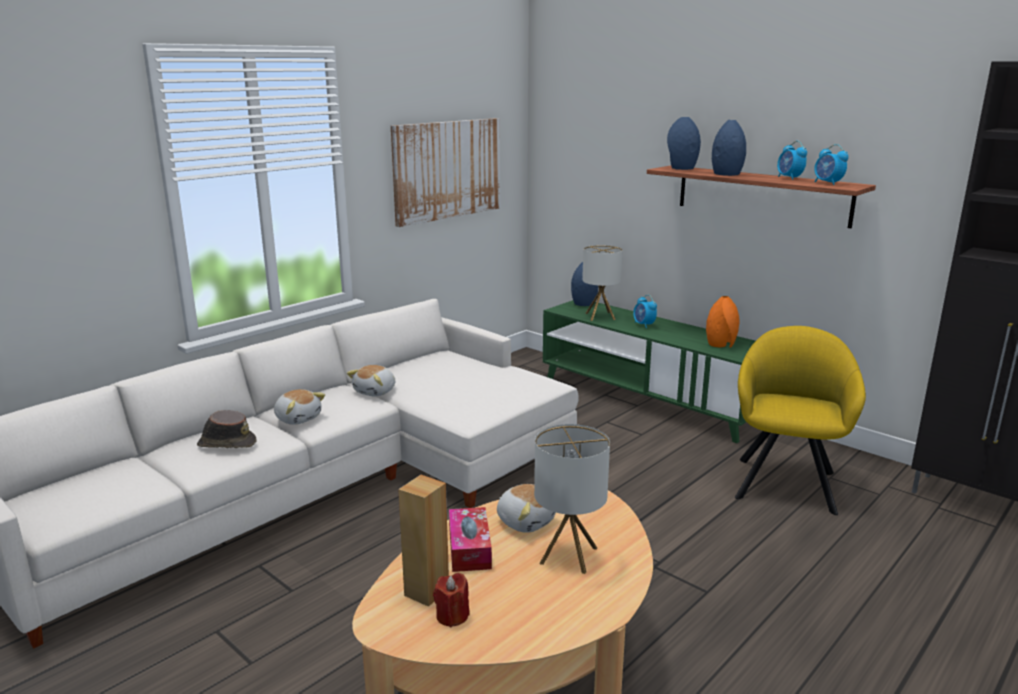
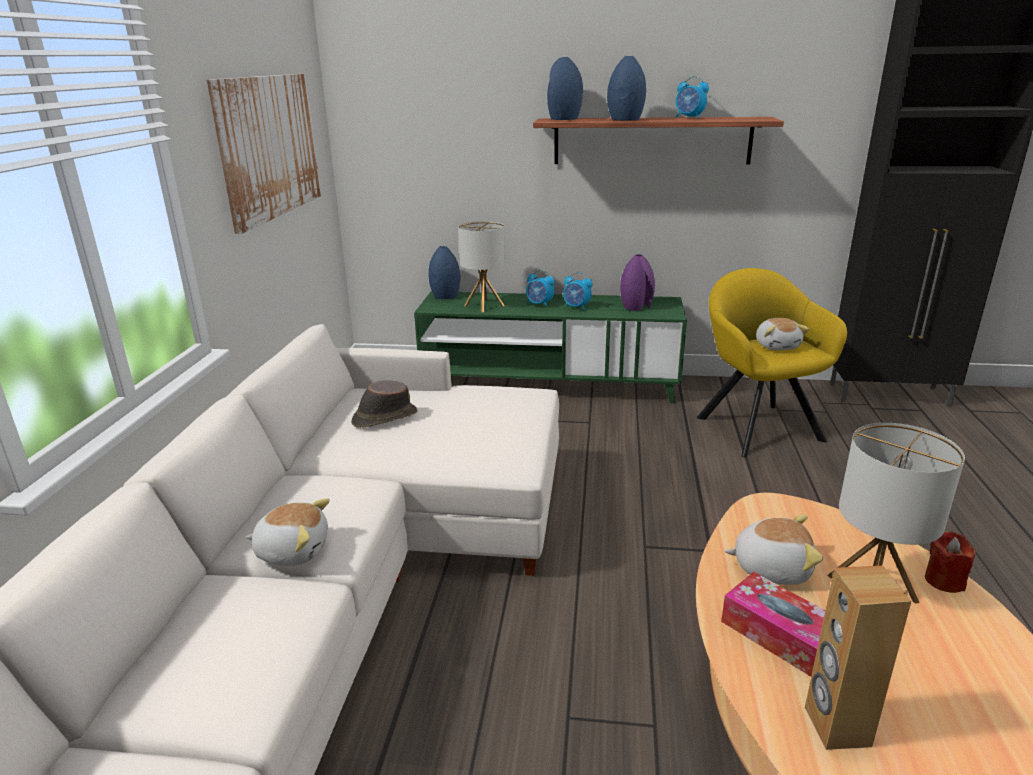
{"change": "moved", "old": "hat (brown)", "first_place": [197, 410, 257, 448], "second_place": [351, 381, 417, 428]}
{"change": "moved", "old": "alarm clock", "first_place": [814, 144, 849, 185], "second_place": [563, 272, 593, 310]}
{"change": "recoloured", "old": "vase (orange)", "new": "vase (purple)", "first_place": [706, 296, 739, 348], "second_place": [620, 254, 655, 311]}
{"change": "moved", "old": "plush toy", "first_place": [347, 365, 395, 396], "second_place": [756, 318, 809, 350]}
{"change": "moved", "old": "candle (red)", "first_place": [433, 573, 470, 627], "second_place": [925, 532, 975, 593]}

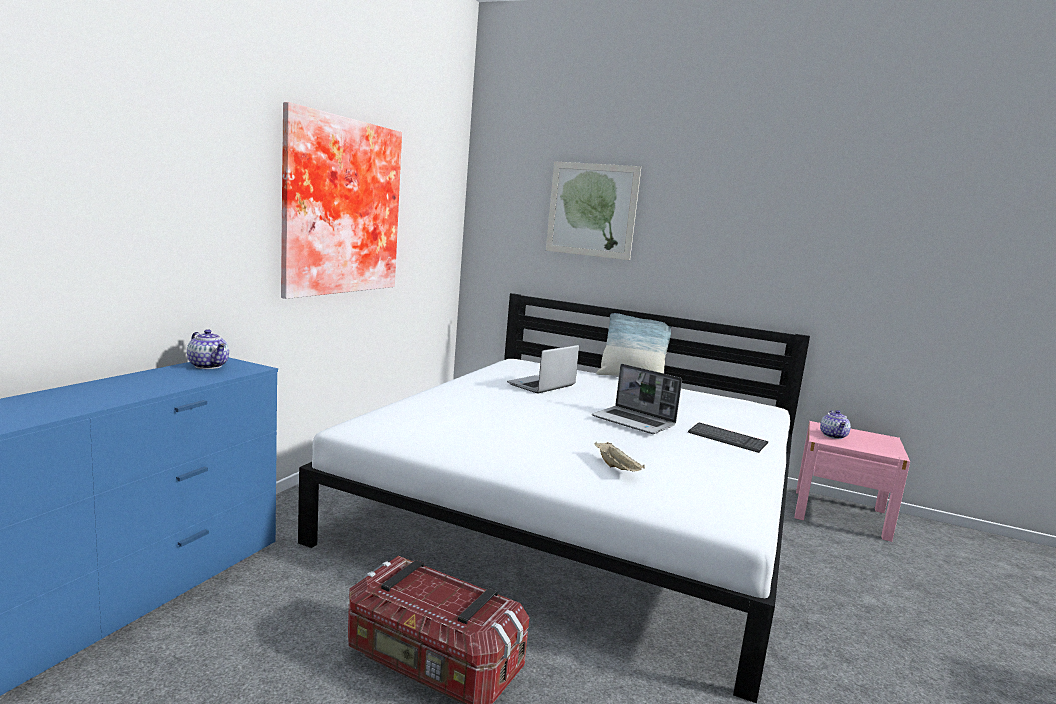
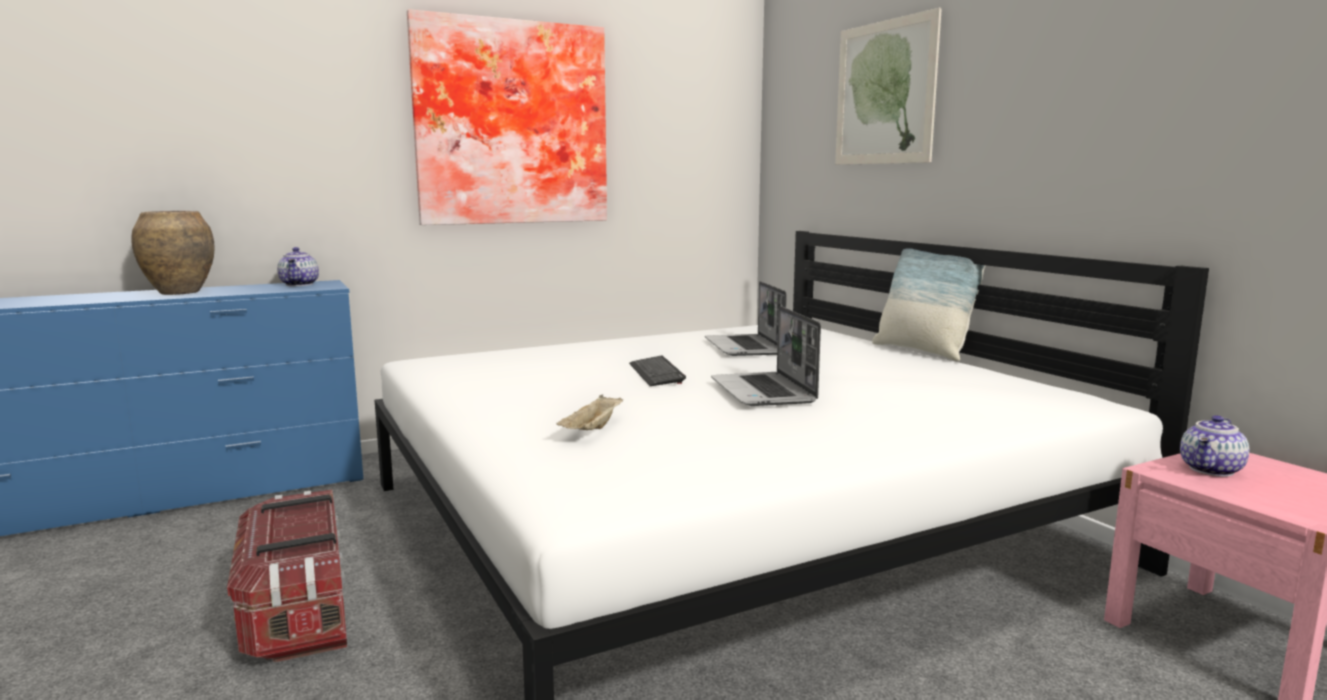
{"change": "added", "new": "vase (brown)", "second_place": [131, 211, 214, 295]}
{"change": "moved", "old": "keyboard", "first_place": [688, 423, 768, 453], "second_place": [629, 356, 686, 386]}
{"change": "turned", "old": "laptop", "first_place": [507, 345, 579, 393], "second_place": [705, 281, 787, 356], "degrees": -90}

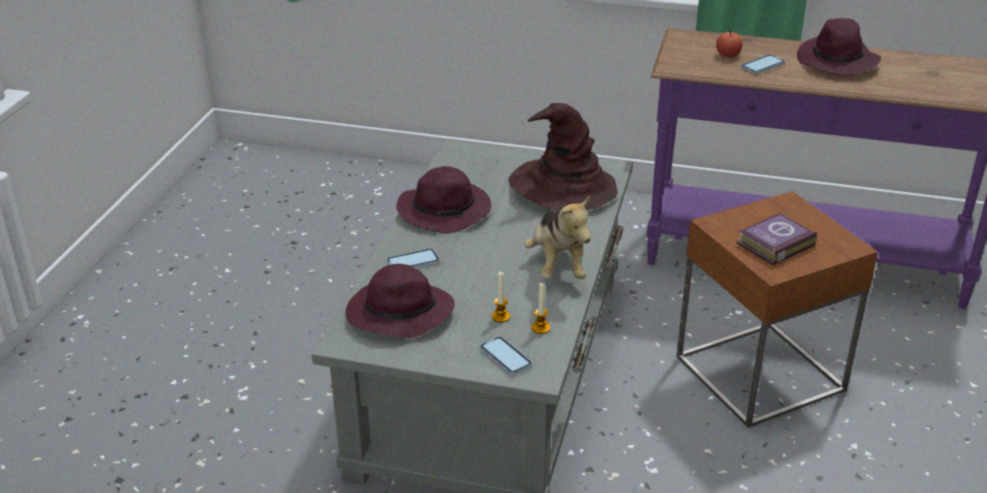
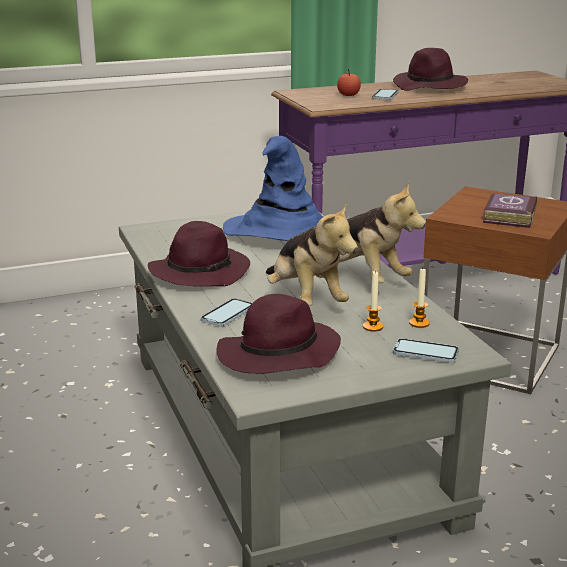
{"change": "recoloured", "old": "hat (brown)", "new": "hat (blue)", "first_place": [509, 103, 618, 210], "second_place": [223, 136, 323, 241]}
{"change": "added", "new": "plush toy", "second_place": [266, 203, 358, 306]}

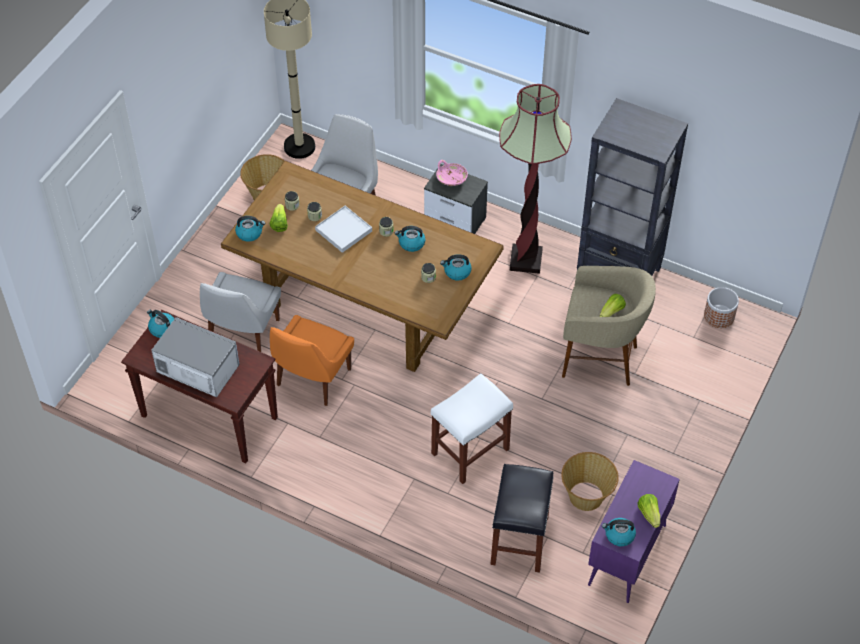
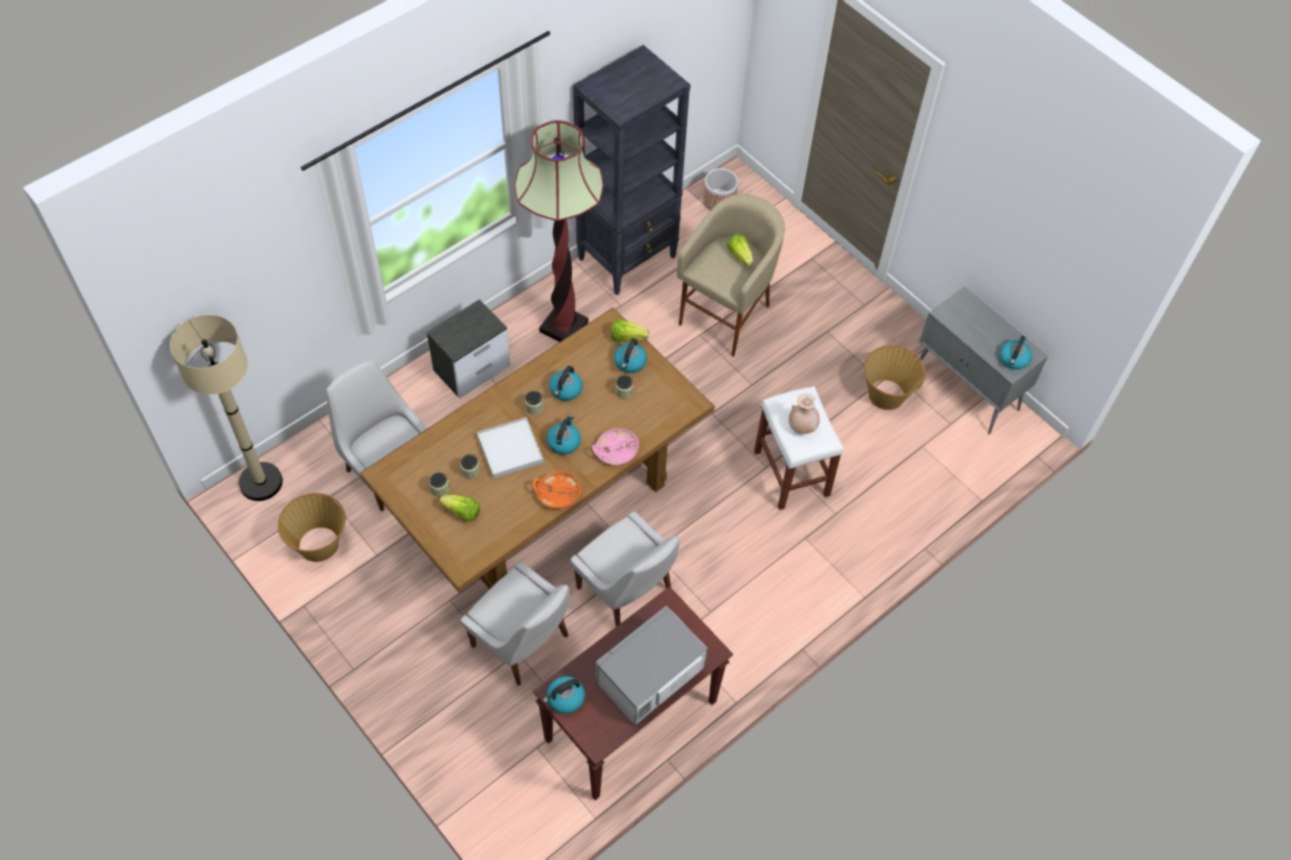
{"change": "added", "new": "bowl (orange)", "second_place": [532, 471, 581, 509]}
{"change": "moved", "old": "kettle", "first_place": [235, 216, 265, 242], "second_place": [547, 415, 581, 455]}
{"change": "recoloured", "old": "chair (orange)", "new": "chair (white)", "first_place": [270, 315, 354, 406], "second_place": [570, 511, 679, 627]}
{"change": "moved", "old": "bowl (pink)", "first_place": [436, 160, 468, 186], "second_place": [592, 428, 639, 465]}
{"change": "moved", "old": "lettuce", "first_place": [637, 494, 660, 528], "second_place": [611, 319, 649, 342]}
{"change": "added", "new": "vase (beige)", "second_place": [789, 393, 820, 434]}
{"change": "recoloured", "old": "cabinet (purple)", "new": "cabinet (grey)", "first_place": [588, 460, 680, 603], "second_place": [918, 286, 1048, 435]}
{"change": "removed", "old": "stool (black)", "first_place": [490, 464, 554, 573]}

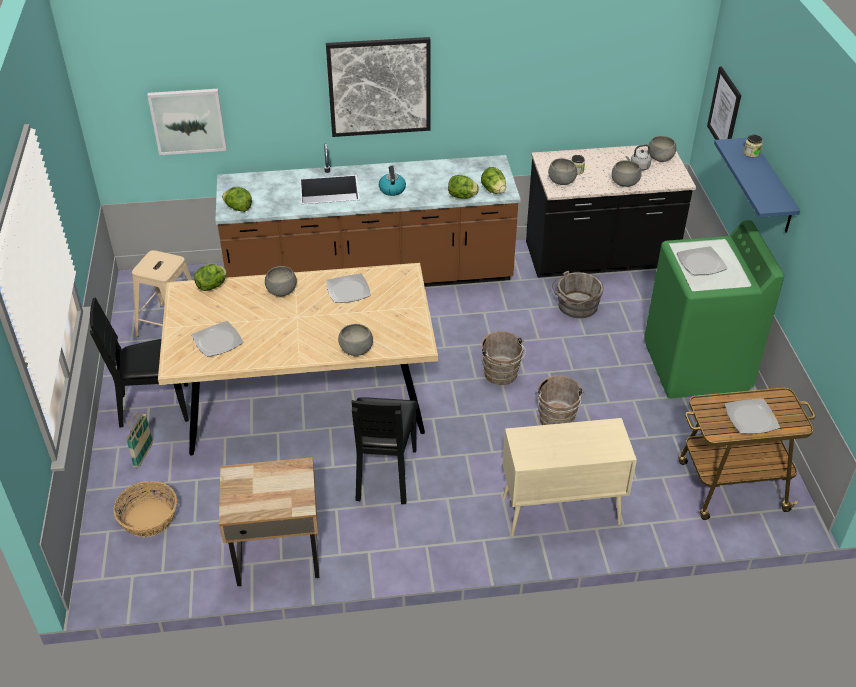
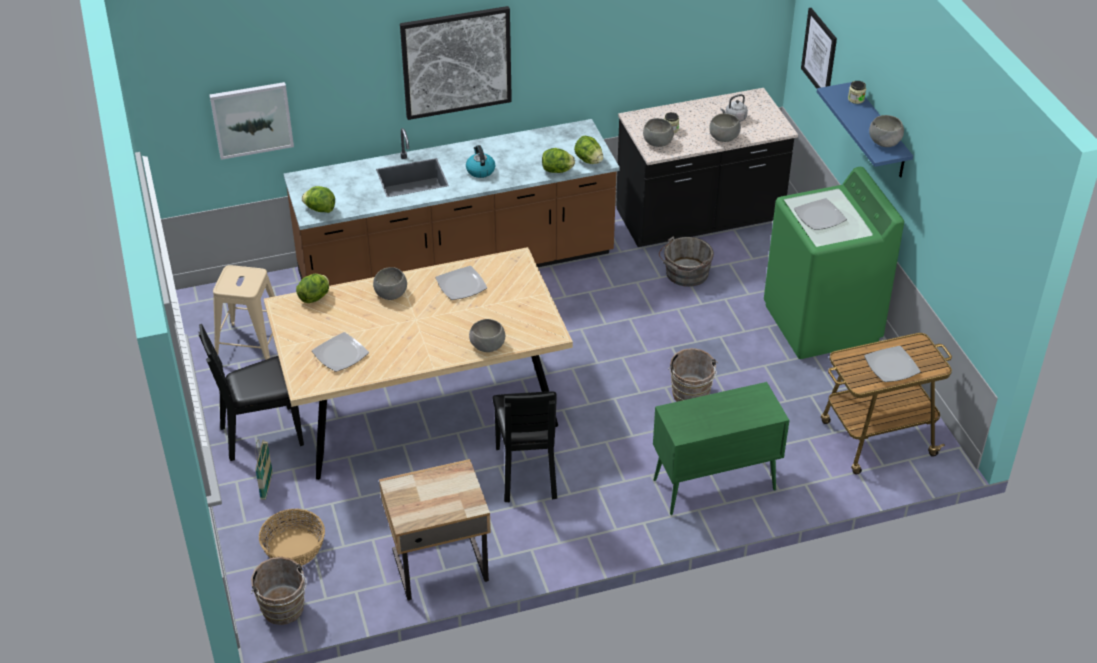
{"change": "moved", "old": "bucket (brown)", "first_place": [481, 331, 526, 385], "second_place": [251, 557, 307, 625]}
{"change": "recoloured", "old": "cabinet (beige)", "new": "cabinet (green)", "first_place": [503, 418, 637, 536], "second_place": [653, 382, 790, 515]}
{"change": "moved", "old": "bowl (grey)", "first_place": [649, 136, 676, 162], "second_place": [869, 115, 904, 147]}

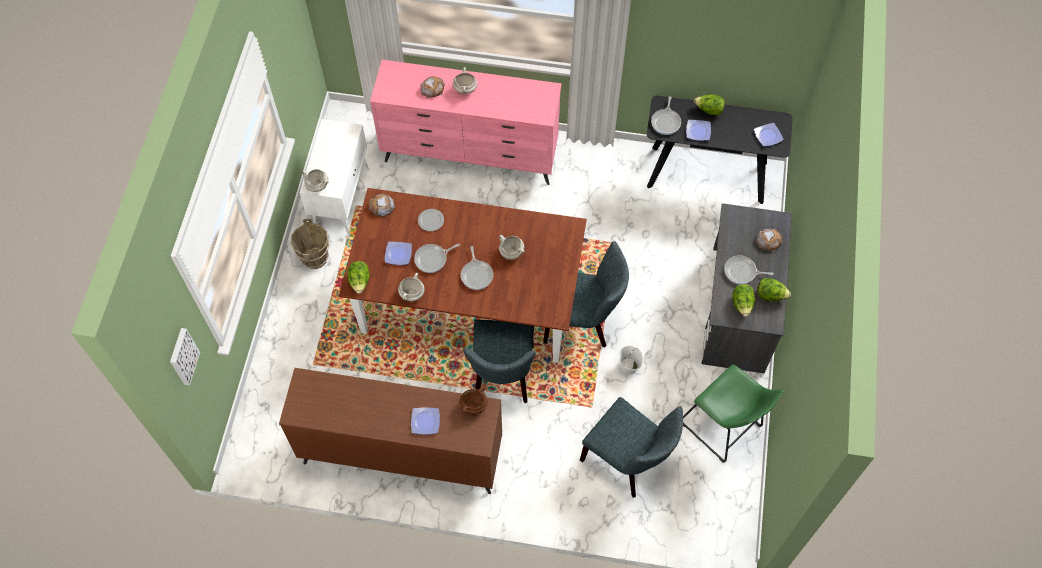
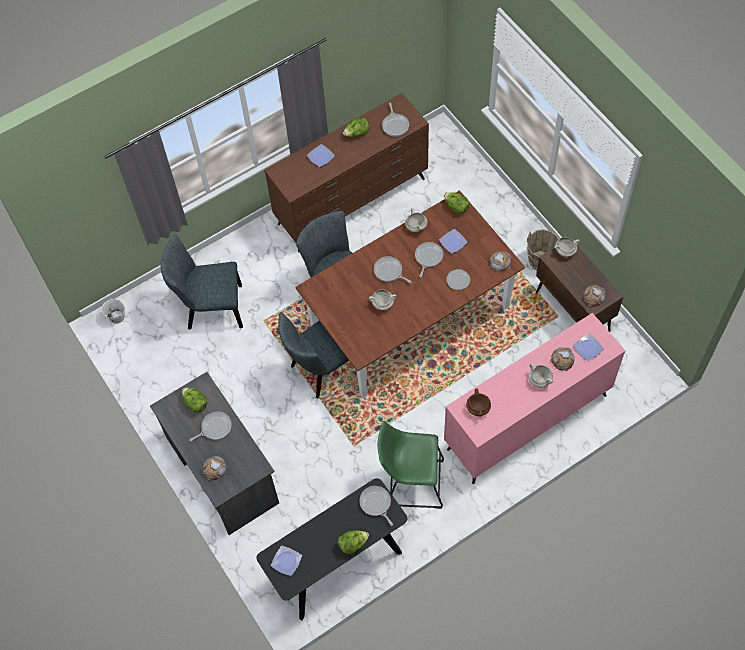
{"change": "moved", "old": "bucket (white)", "first_place": [618, 346, 643, 374], "second_place": [101, 298, 125, 324]}
{"change": "moved", "old": "lettuce", "first_place": [757, 278, 791, 301], "second_place": [343, 117, 370, 137]}
{"change": "moved", "old": "stool (green)", "first_place": [683, 365, 783, 463], "second_place": [378, 421, 444, 509]}
{"change": "added", "new": "frying pan", "second_place": [382, 102, 409, 137]}
{"change": "moved", "old": "cooking pot (brown)", "first_place": [459, 386, 488, 415], "second_place": [466, 389, 491, 417]}
{"change": "recoloured", "old": "cabinet (white)", "new": "cabinet (brown)", "first_place": [300, 119, 369, 237], "second_place": [536, 246, 623, 332]}
{"change": "moved", "old": "plate", "first_place": [686, 120, 711, 141], "second_place": [573, 334, 604, 361]}
{"change": "added", "new": "bread", "second_place": [583, 285, 606, 307]}
{"change": "removed", "old": "picture", "first_place": [170, 328, 200, 385]}

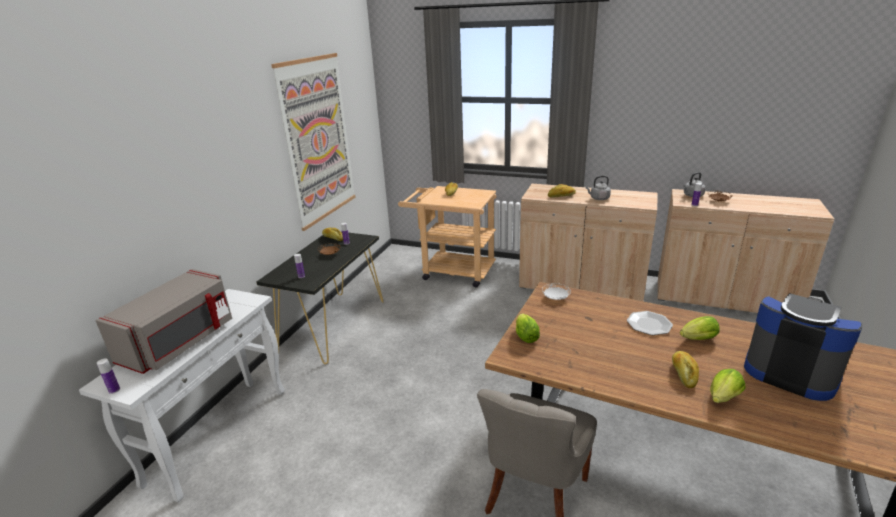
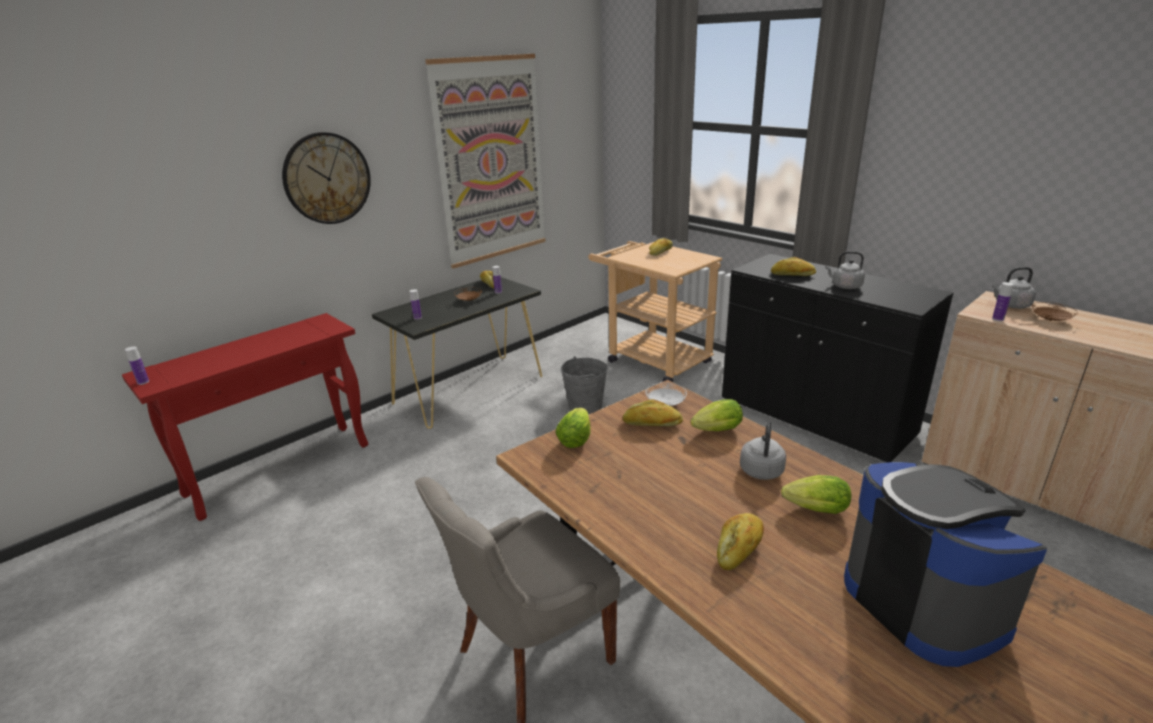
{"change": "recoloured", "old": "console table (white)", "new": "console table (red)", "first_place": [79, 289, 285, 502], "second_place": [122, 313, 368, 521]}
{"change": "added", "new": "wall clock", "second_place": [282, 132, 371, 224]}
{"change": "added", "new": "bucket (grey)", "second_place": [561, 356, 608, 414]}
{"change": "added", "new": "bread", "second_place": [623, 399, 683, 426]}
{"change": "moved", "old": "lettuce", "first_place": [710, 369, 745, 403], "second_place": [691, 399, 743, 431]}
{"change": "recoloured", "old": "cabinet (beige)", "new": "cabinet (black)", "first_place": [519, 184, 658, 301], "second_place": [722, 254, 954, 463]}
{"change": "replaced", "old": "plate", "new": "kettle (grey)", "first_place": [627, 311, 673, 335], "second_place": [740, 421, 786, 480]}
{"change": "removed", "old": "microwave (grey)", "first_place": [95, 269, 232, 374]}

